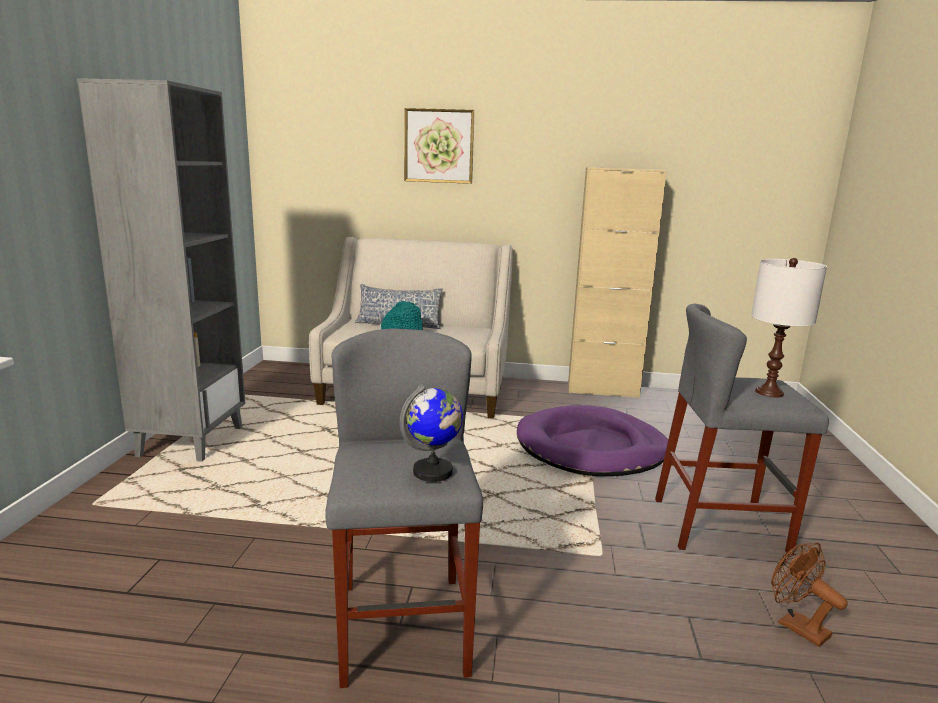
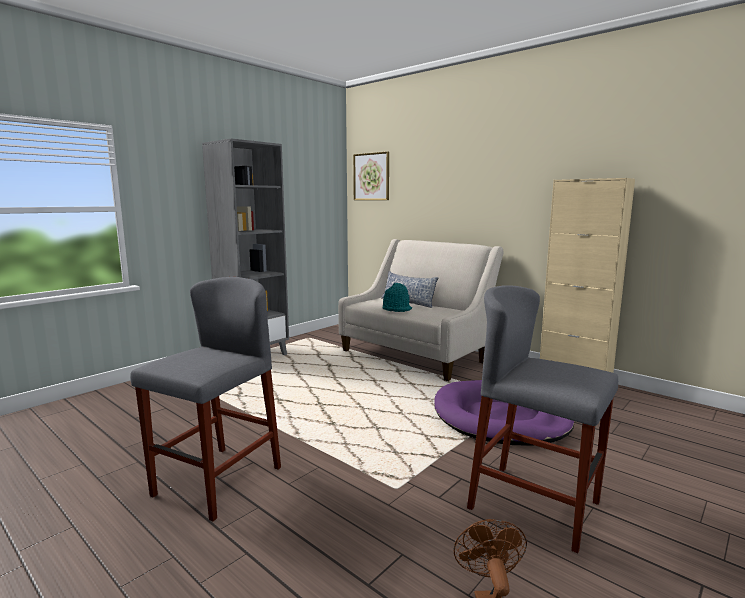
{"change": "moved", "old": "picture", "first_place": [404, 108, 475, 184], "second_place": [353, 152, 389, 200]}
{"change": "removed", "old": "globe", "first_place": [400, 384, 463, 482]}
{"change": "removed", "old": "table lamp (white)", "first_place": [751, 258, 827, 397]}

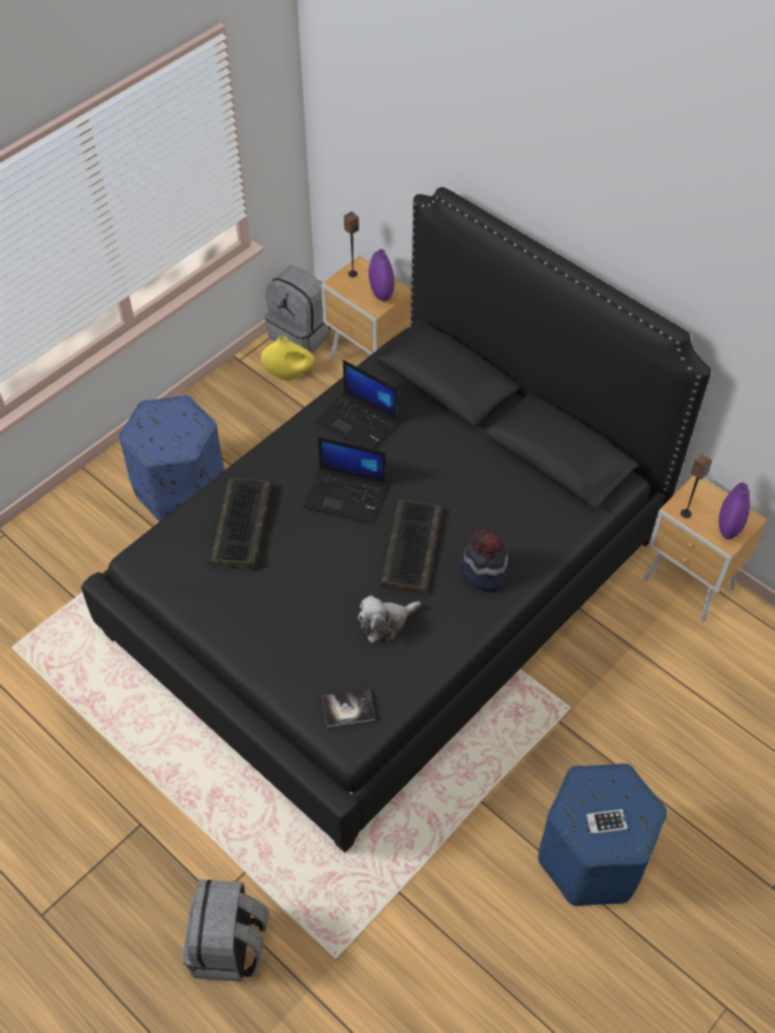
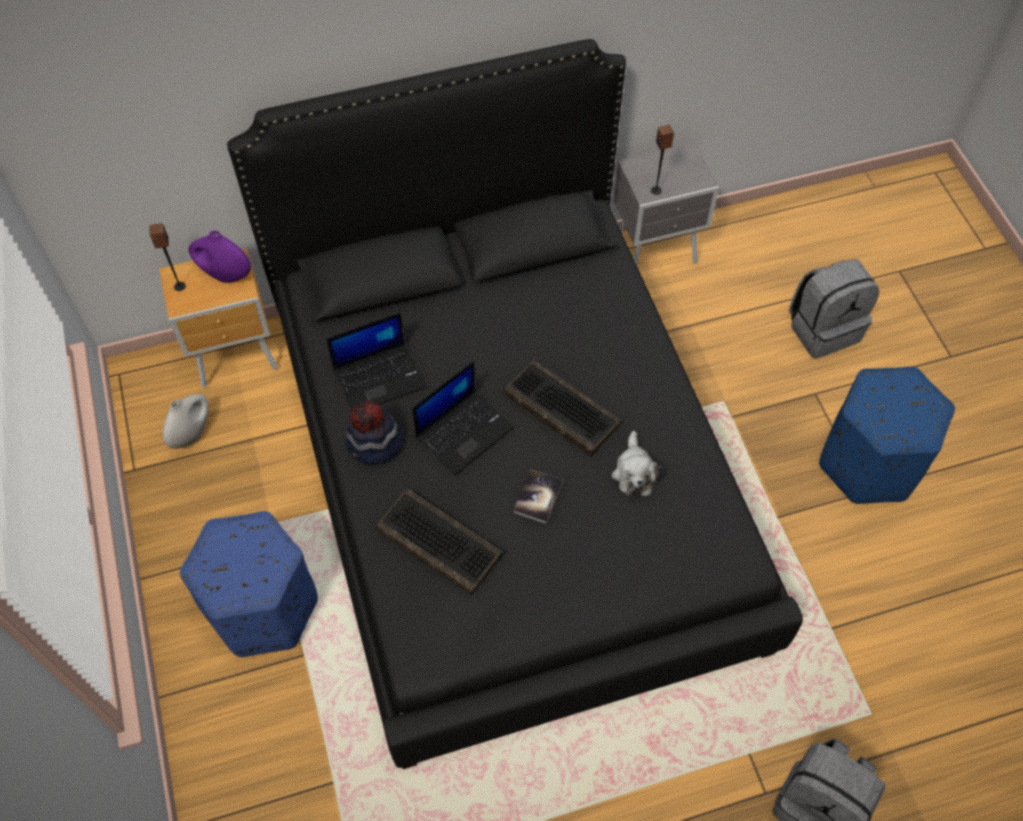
{"change": "recoloured", "old": "vase (yellow)", "new": "vase (white)", "first_place": [261, 336, 314, 381], "second_place": [163, 394, 208, 449]}
{"change": "moved", "old": "hat", "first_place": [461, 527, 510, 591], "second_place": [346, 400, 404, 465]}
{"change": "moved", "old": "book", "first_place": [323, 689, 375, 728], "second_place": [513, 469, 563, 524]}
{"change": "recoloured", "old": "nightstand (brown)", "new": "nightstand (grey)", "first_place": [643, 475, 767, 621], "second_place": [614, 143, 719, 265]}
{"change": "moved", "old": "backpack (grey)", "first_place": [265, 266, 331, 354], "second_place": [789, 259, 879, 359]}
{"change": "removed", "old": "phone", "first_place": [586, 809, 628, 835]}
{"change": "removed", "old": "vase (purple)", "first_place": [719, 483, 750, 539]}

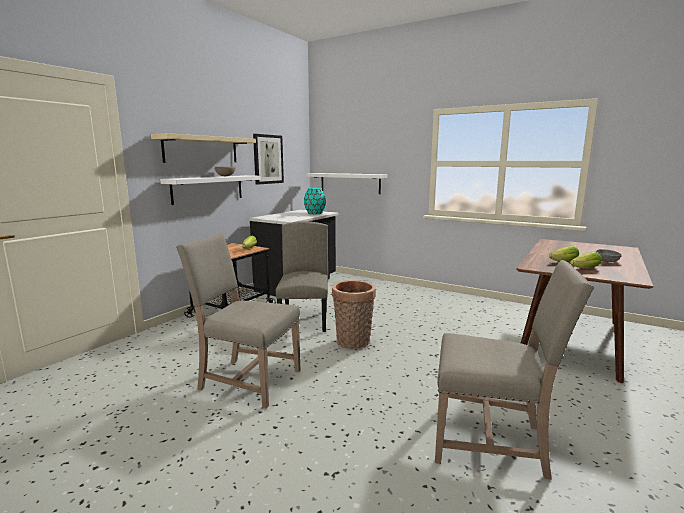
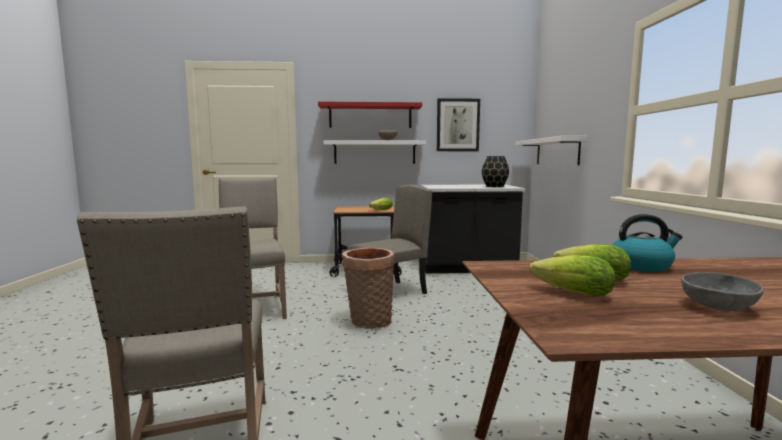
{"change": "recoloured", "old": "shelf (beige)", "new": "shelf (red)", "first_place": [151, 133, 256, 163], "second_place": [318, 102, 422, 128]}
{"change": "recoloured", "old": "vase (turquoise)", "new": "vase (black)", "first_place": [304, 188, 326, 214], "second_place": [482, 156, 509, 187]}
{"change": "added", "new": "kettle", "second_place": [613, 214, 683, 272]}

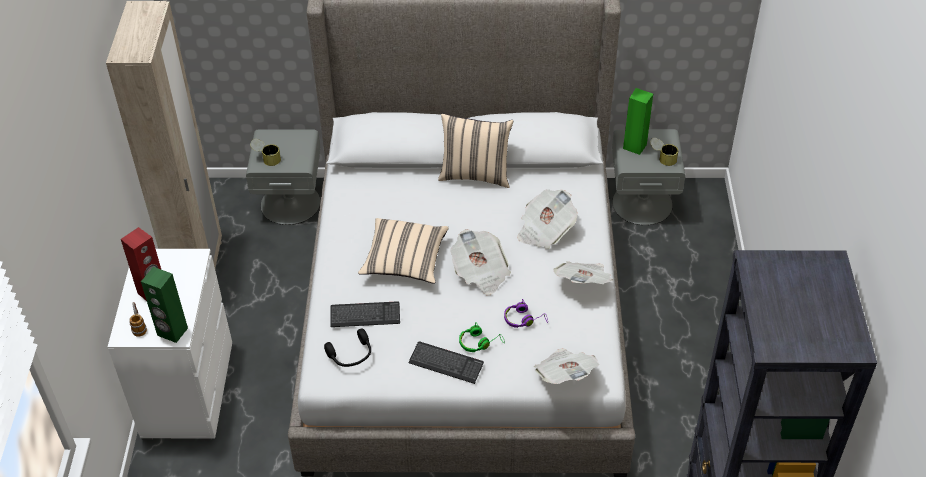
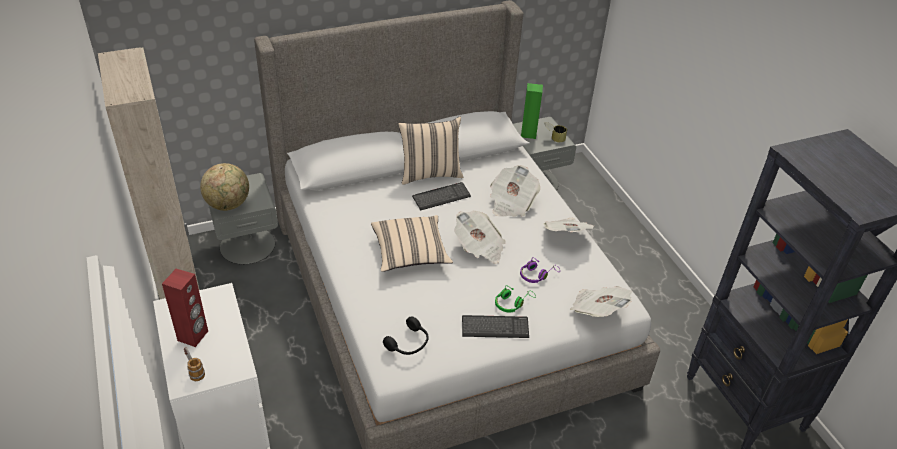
{"change": "replaced", "old": "can", "new": "globe", "first_place": [250, 139, 281, 166], "second_place": [200, 163, 249, 211]}
{"change": "moved", "old": "keyboard", "first_place": [330, 301, 400, 327], "second_place": [412, 182, 471, 211]}
{"change": "removed", "old": "speaker (green)", "first_place": [141, 267, 188, 343]}

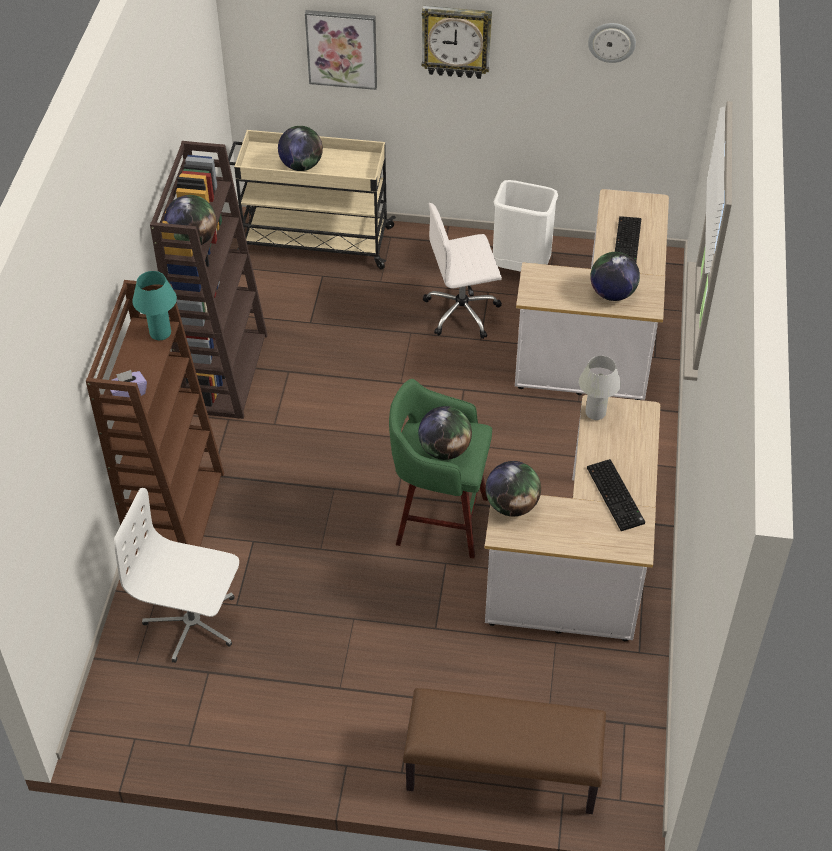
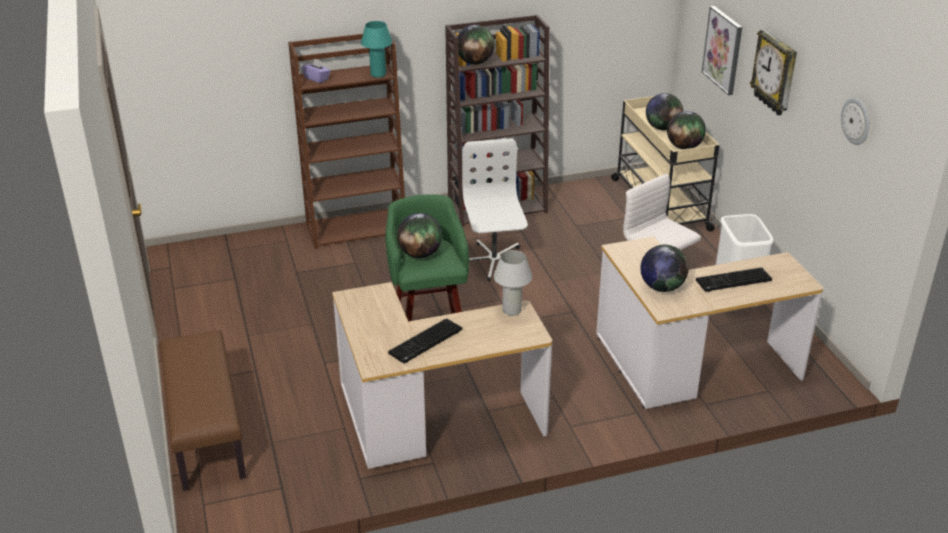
{"change": "moved", "old": "office chair (white)", "first_place": [114, 488, 239, 663], "second_place": [462, 138, 528, 281]}
{"change": "moved", "old": "globe", "first_place": [486, 461, 541, 516], "second_place": [667, 111, 706, 149]}

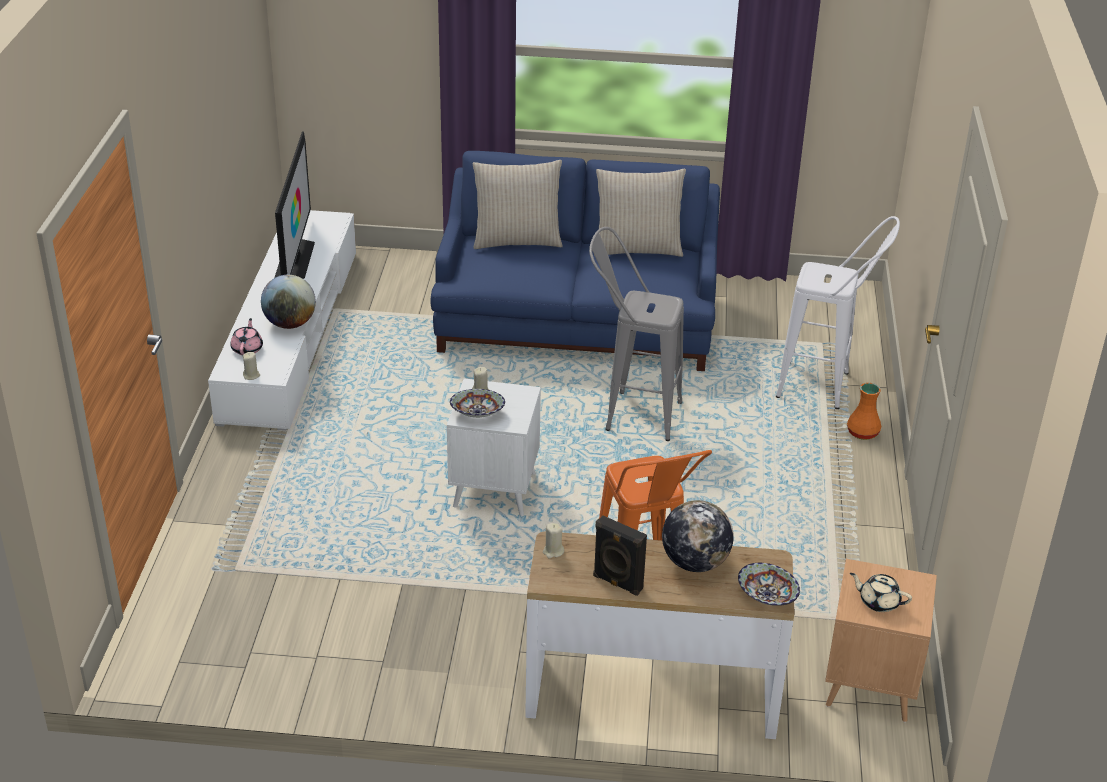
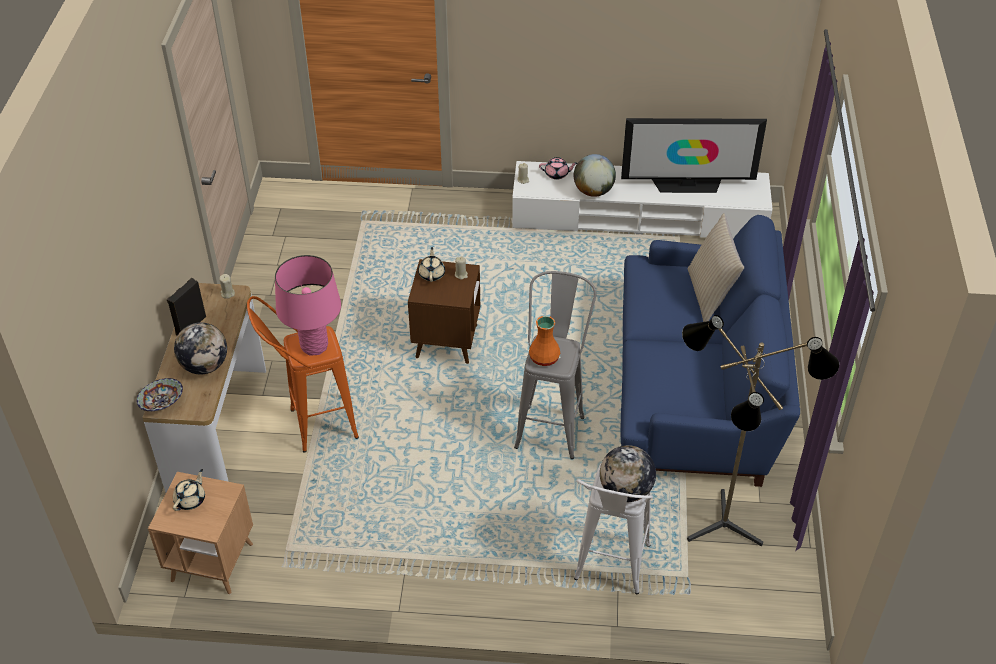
{"change": "added", "new": "table lamp (pink)", "second_place": [275, 255, 341, 356]}
{"change": "recoloured", "old": "side table (white)", "new": "side table (brown)", "first_place": [447, 378, 541, 516], "second_place": [408, 259, 480, 364]}
{"change": "replaced", "old": "bowl", "new": "teapot (beige)", "first_place": [450, 389, 505, 418], "second_place": [418, 247, 445, 282]}
{"change": "moved", "old": "vase (orange)", "first_place": [847, 383, 881, 440], "second_place": [529, 316, 560, 366]}
{"change": "added", "new": "globe", "second_place": [600, 445, 656, 502]}
{"change": "added", "new": "floor lamp", "second_place": [682, 315, 839, 546]}
{"change": "removed", "old": "pillow (beige)", "first_place": [596, 169, 686, 257]}

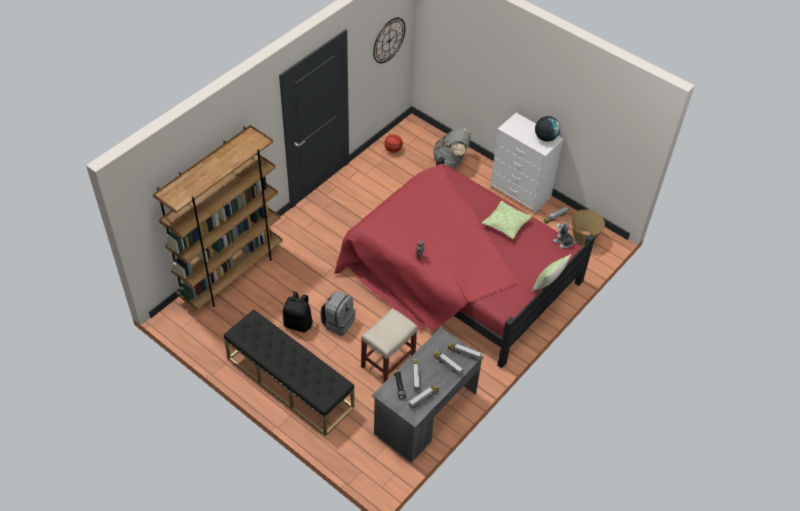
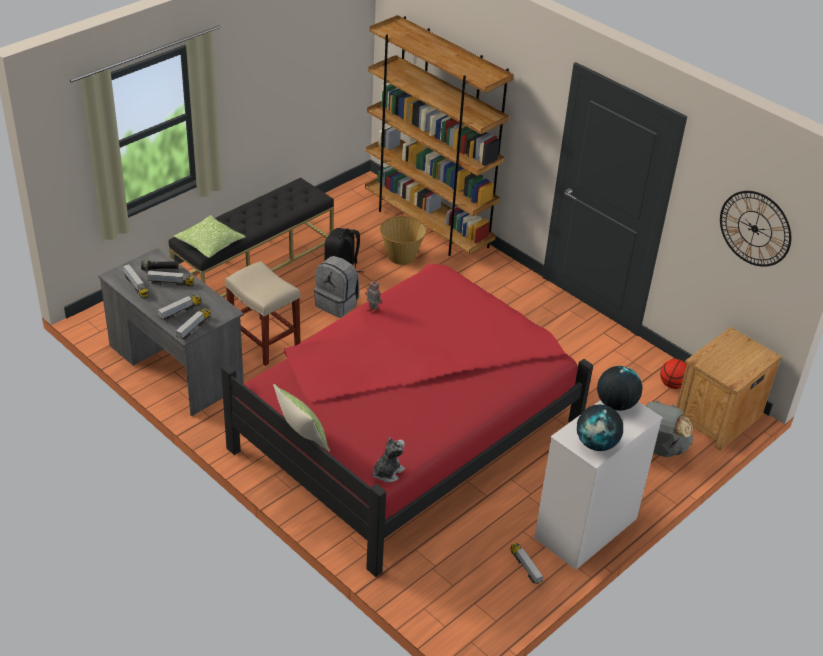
{"change": "moved", "old": "pillow", "first_place": [482, 201, 532, 239], "second_place": [174, 215, 246, 258]}
{"change": "moved", "old": "basket", "first_place": [570, 210, 605, 246], "second_place": [380, 216, 427, 265]}
{"change": "added", "new": "globe", "second_place": [597, 366, 642, 411]}
{"change": "added", "new": "nightstand (brown)", "second_place": [676, 327, 782, 451]}

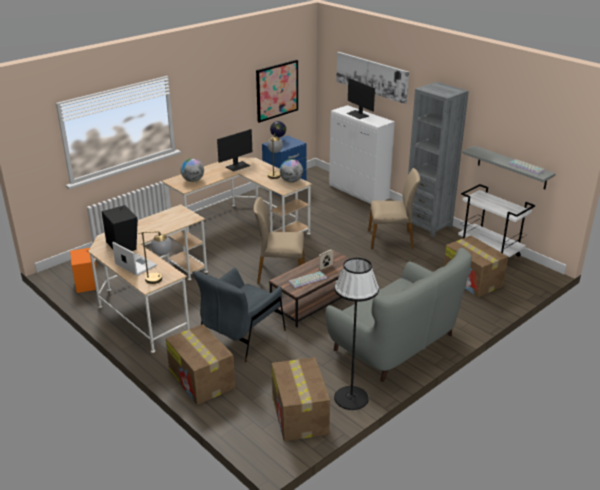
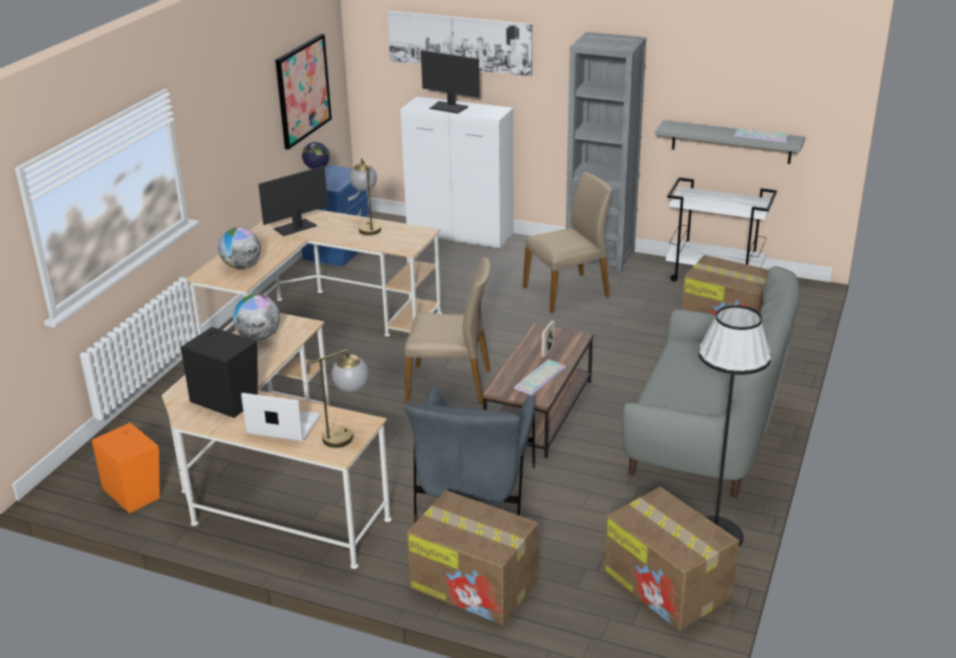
{"change": "moved", "old": "globe", "first_place": [280, 159, 303, 183], "second_place": [233, 294, 280, 341]}
{"change": "turned", "old": "monitor", "first_place": [217, 129, 252, 172], "second_place": [258, 166, 328, 236], "degrees": -150}
{"change": "turned", "old": "chair (beige)", "first_place": [254, 197, 305, 283], "second_place": [405, 257, 491, 404], "degrees": -150}

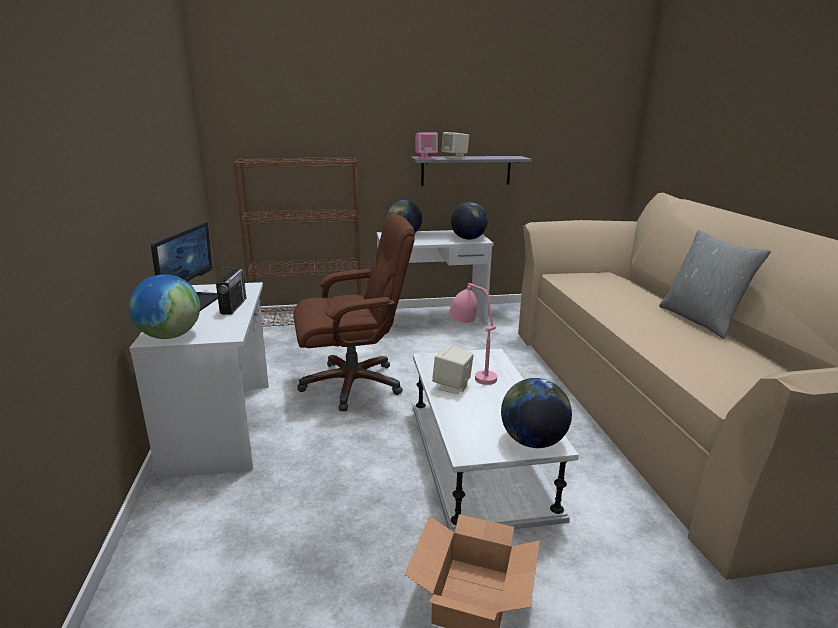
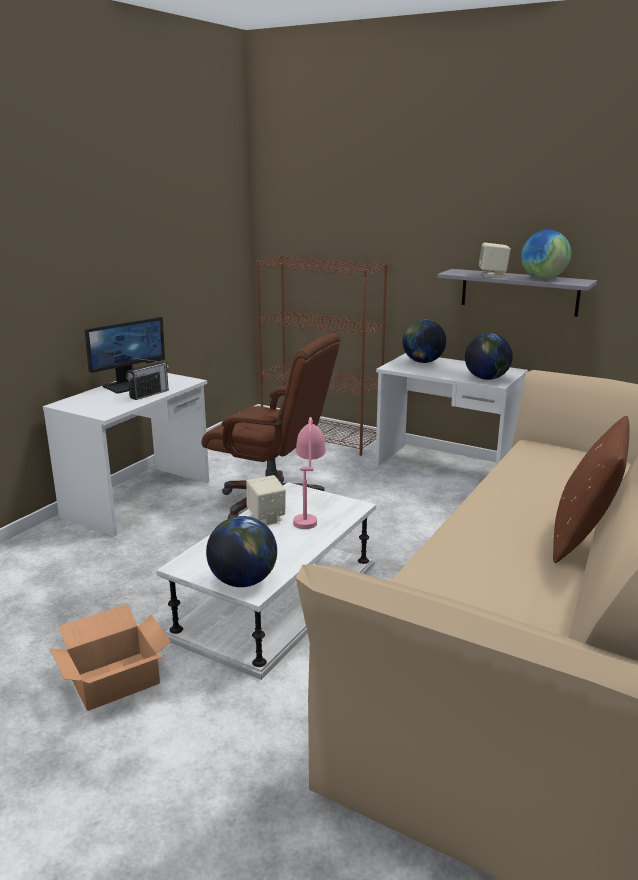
{"change": "moved", "old": "globe", "first_place": [129, 274, 200, 339], "second_place": [521, 230, 571, 279]}
{"change": "recoloured", "old": "pillow (grey)", "new": "pillow (brown)", "first_place": [659, 230, 771, 339], "second_place": [553, 416, 629, 563]}
{"change": "removed", "old": "speaker (pink)", "first_place": [415, 133, 438, 159]}

